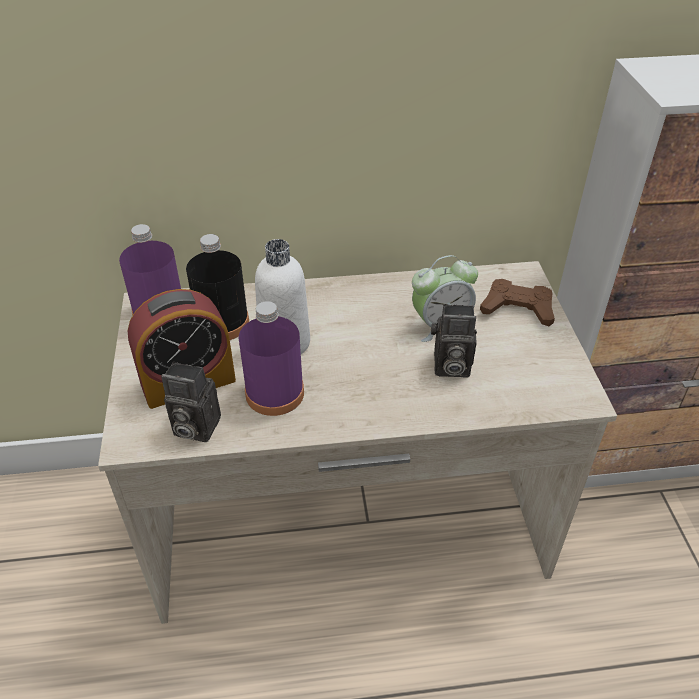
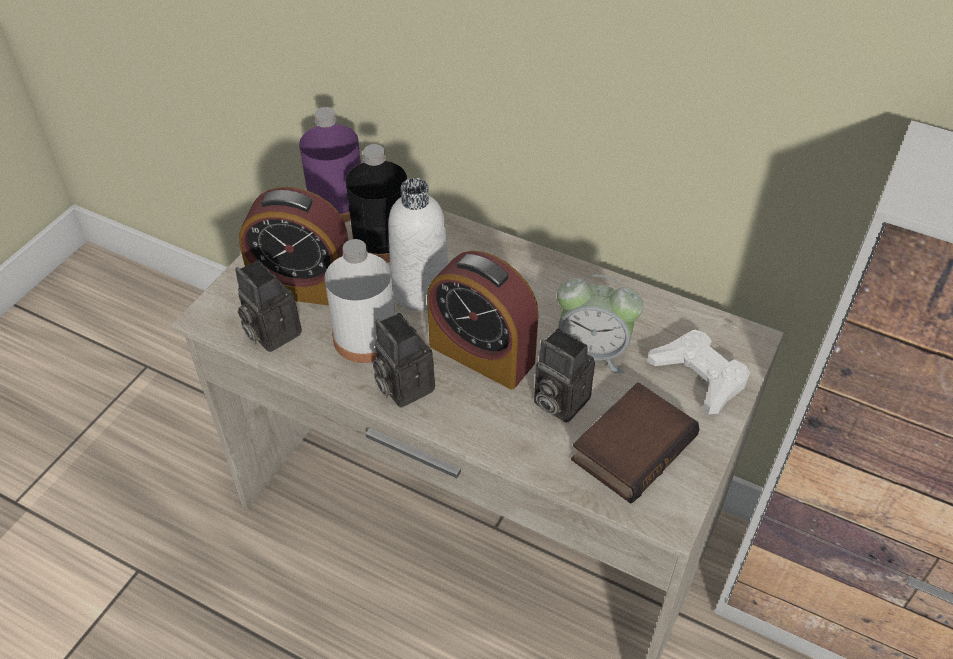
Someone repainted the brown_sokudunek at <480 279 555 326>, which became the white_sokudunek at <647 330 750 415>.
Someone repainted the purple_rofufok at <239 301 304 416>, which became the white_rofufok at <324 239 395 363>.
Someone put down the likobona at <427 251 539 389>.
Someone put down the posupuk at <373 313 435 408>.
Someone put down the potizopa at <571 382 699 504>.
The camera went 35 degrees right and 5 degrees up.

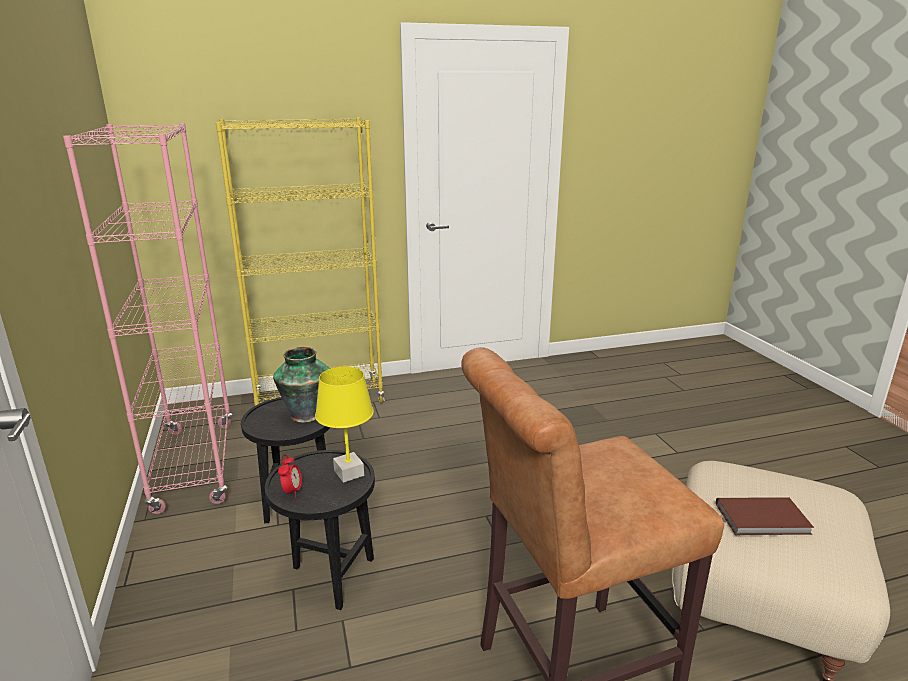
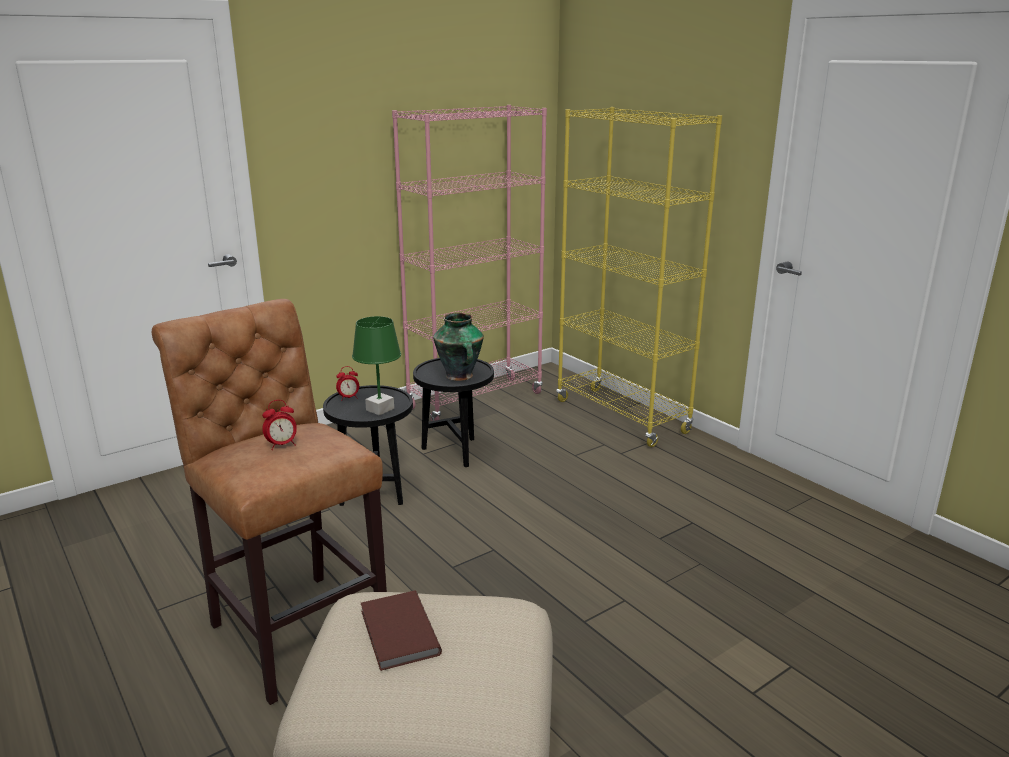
Someone repainted the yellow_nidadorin at <315 367 374 483>, which became the green_nidadorin at <352 316 401 415>.
Someone put down the likobona at <262 400 297 450>.
The camera went 70 degrees right and 0 degrees up.

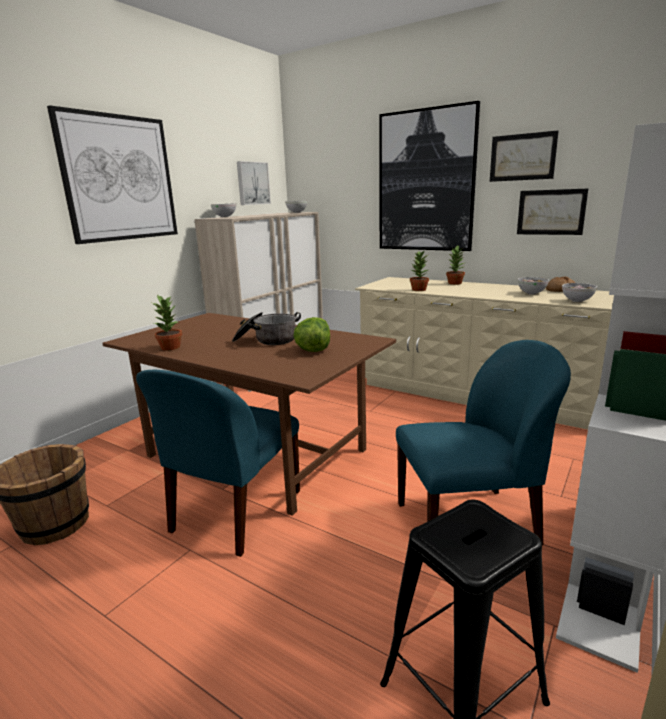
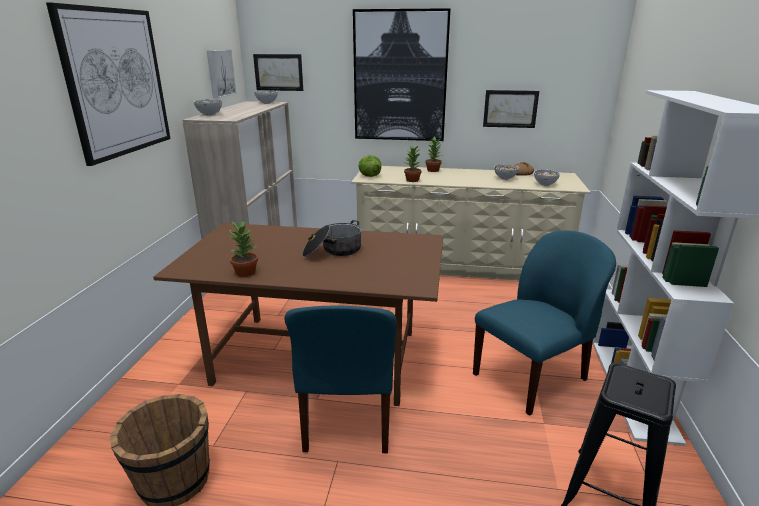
Someone carried the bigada from <490 130 559 182> to <253 54 303 91>.
Someone carried the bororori from <293 317 330 352> to <359 155 381 177>.
The camera went 25 degrees left and 5 degrees up.

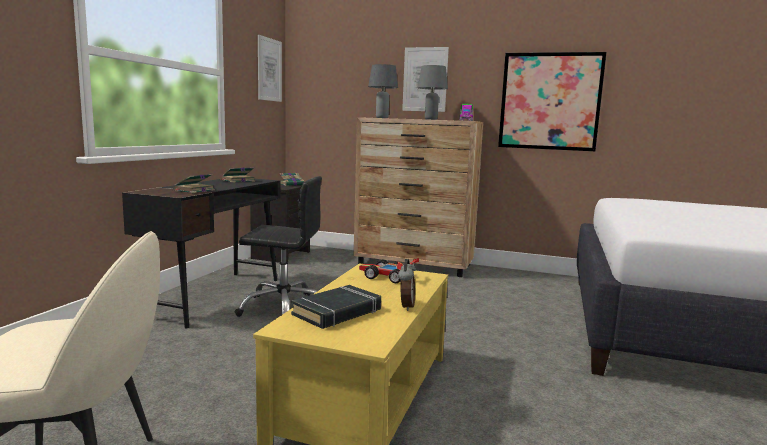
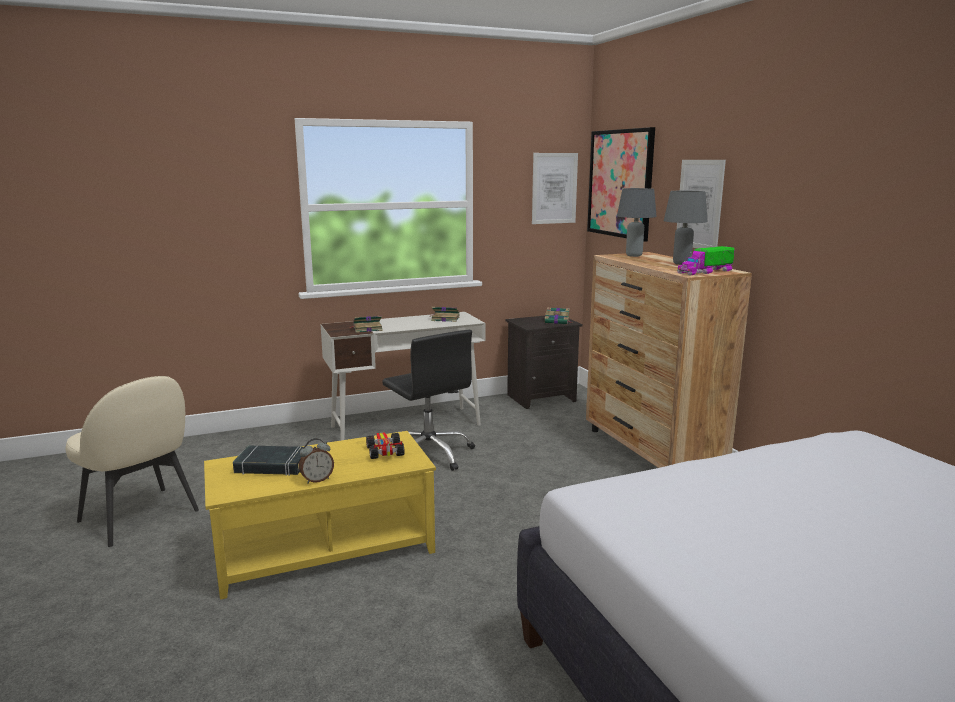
Someone carried the bigada from <498 52 607 151> to <587 127 655 242>.
Someone repainted the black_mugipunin at <122 179 281 328>, which became the white_mugipunin at <320 312 485 440>.
The camera went 50 degrees right and 5 degrees up.

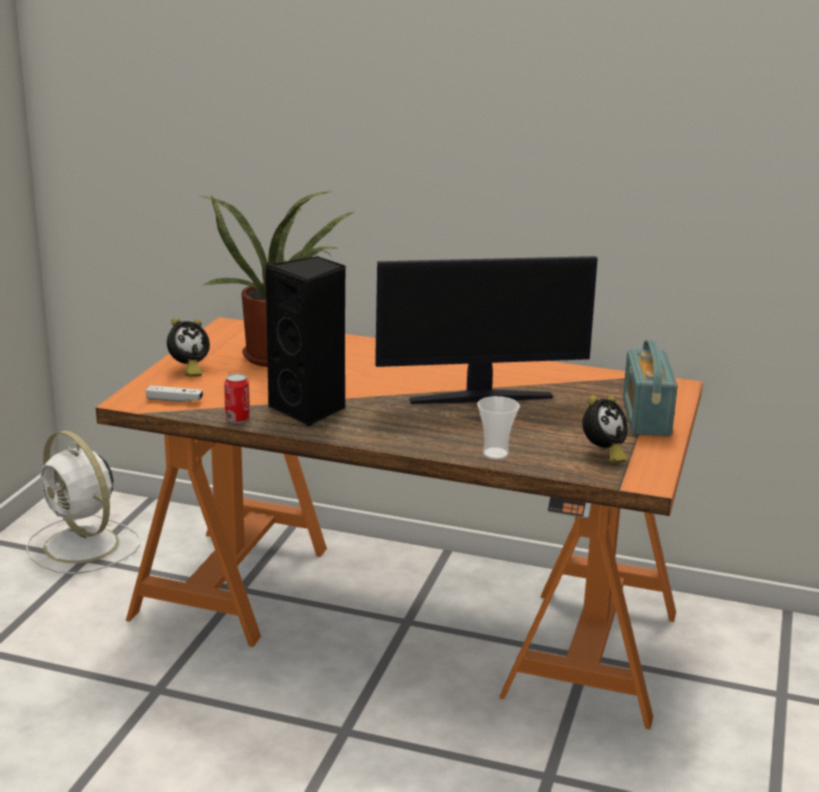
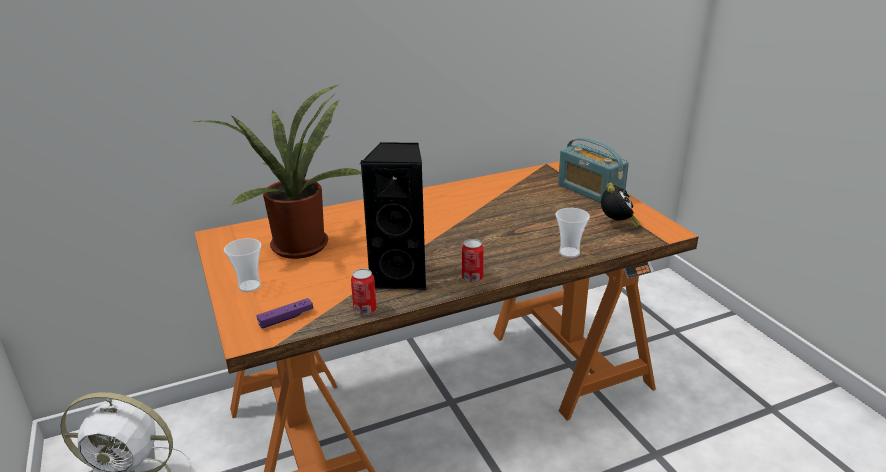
Someone took away the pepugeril at <375 256 598 404>.
Someone swapped the likobona at <167 318 210 377> for the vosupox at <224 238 261 292>.
Someone repainted the white_sokudunek at <146 386 203 402>, which became the purple_sokudunek at <257 298 313 328>.
Someone put down the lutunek at <462 239 484 283>.
The camera went 40 degrees left and 5 degrees up.

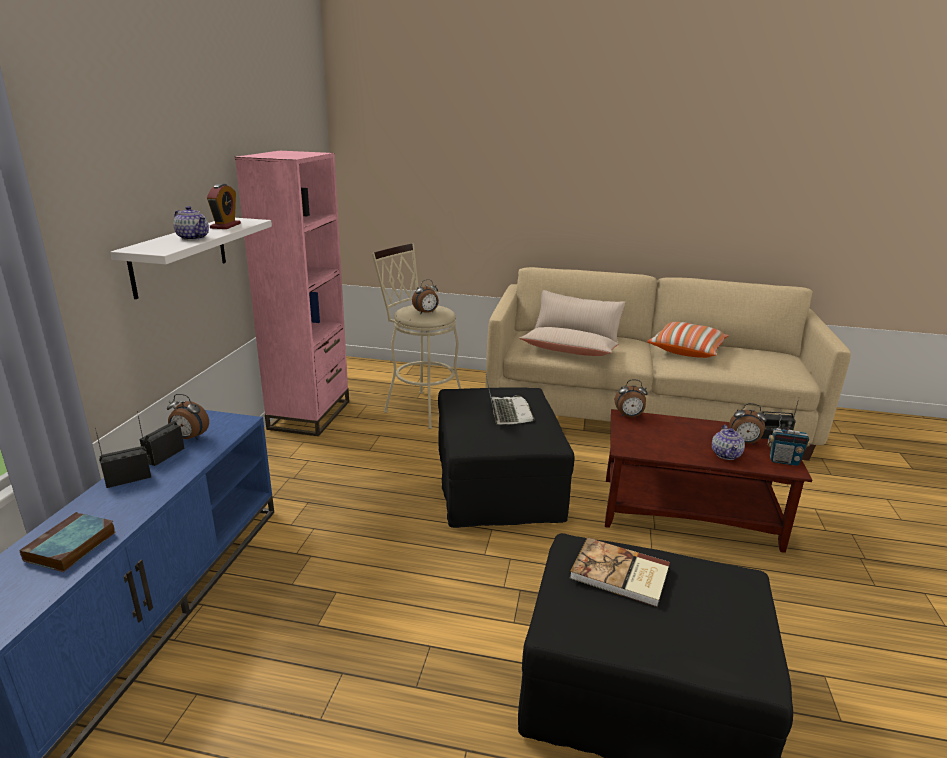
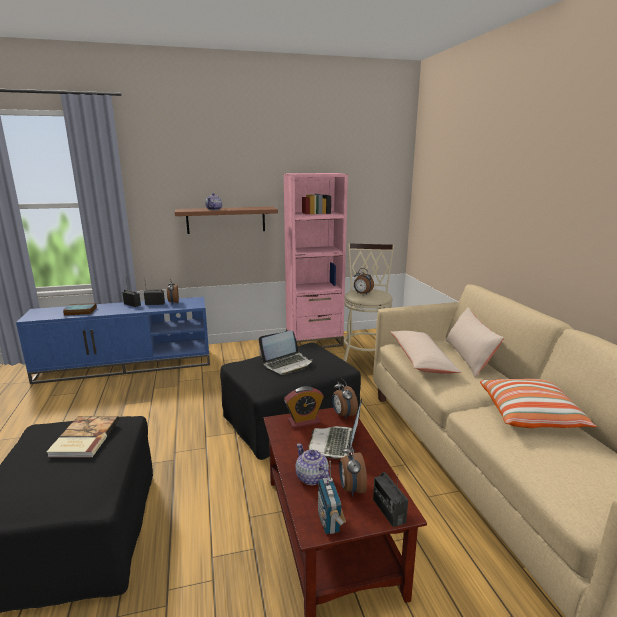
Someone carried the likobona from <207 183 241 229> to <284 386 324 428>.
Someone repainted the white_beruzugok at <110 218 272 299>, which became the brown_beruzugok at <175 207 278 234>.
Someone rotated the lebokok at <712 425 745 460> by 75 degrees clockwise.
Someone put down the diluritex at <308 398 362 459>.
The camera went 65 degrees right and 5 degrees down.

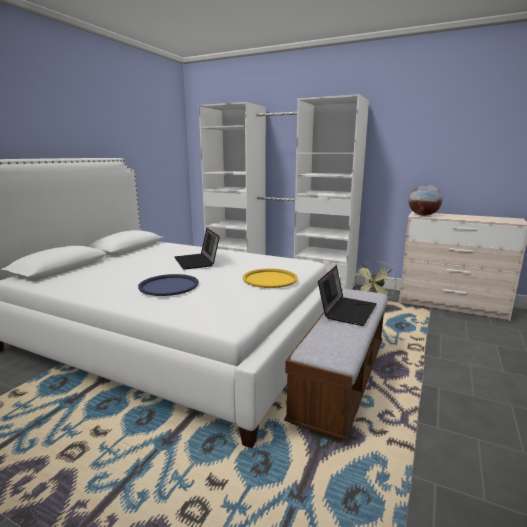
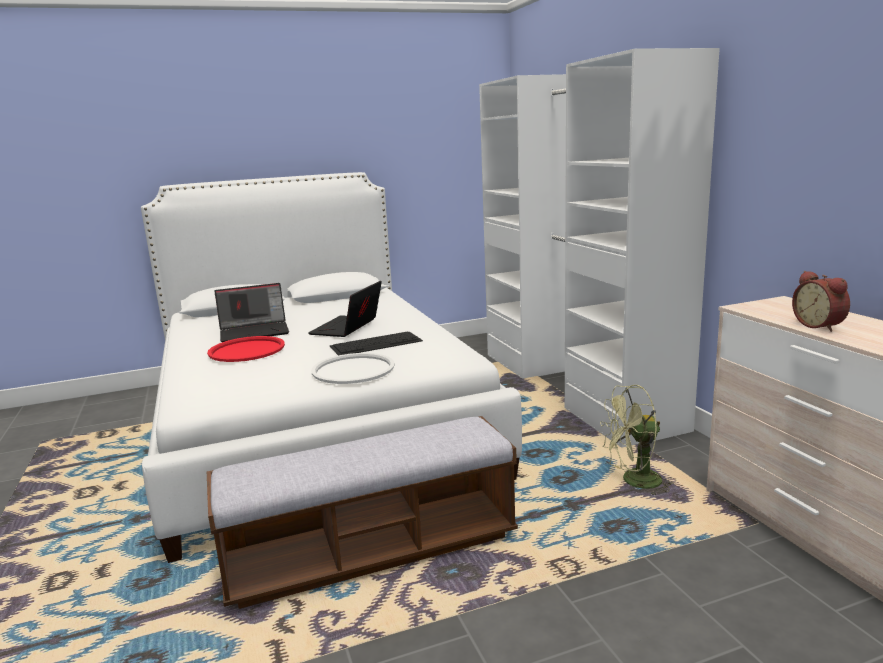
Someone took away the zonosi at <409 184 443 216>.
Someone carried the diluritex from <318 265 377 326> to <214 283 289 342>.
Someone repainted the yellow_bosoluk at <243 268 298 288>, which became the white_bosoluk at <311 353 395 384>.
Someone repainted the blue_bosoluk at <138 274 199 296>, which became the red_bosoluk at <207 336 285 362>.
Someone put down the likobona at <792 271 850 332>.
Someone put down the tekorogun at <329 331 423 355>.
The camera went 45 degrees right and 0 degrees up.

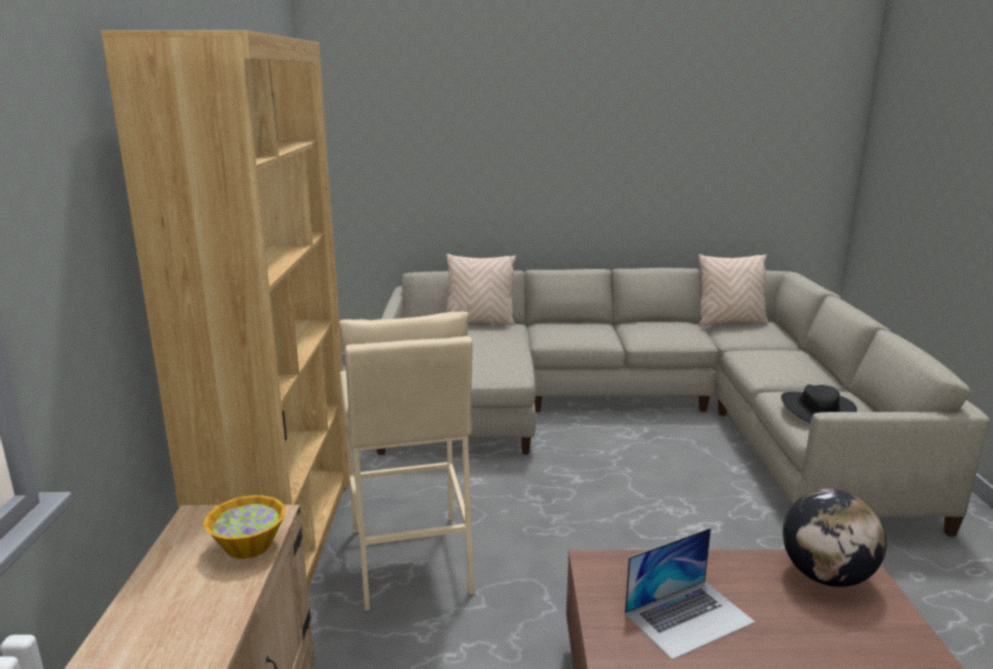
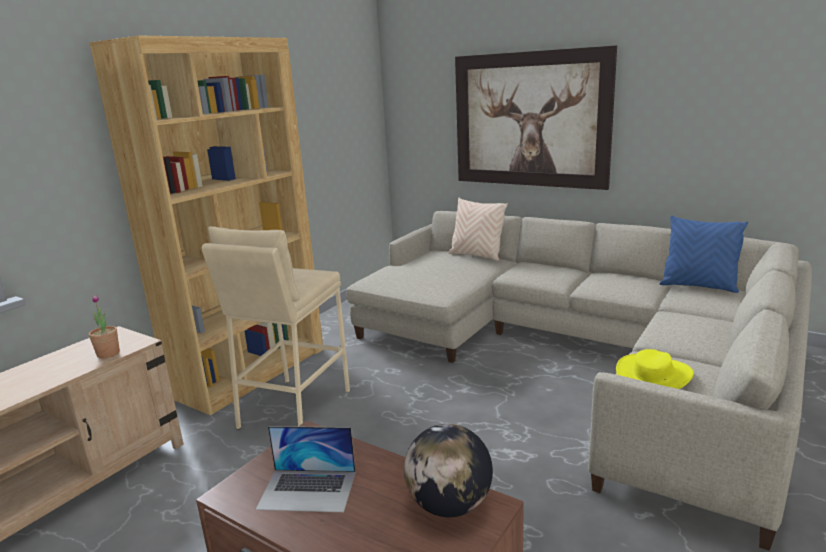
Someone repainted the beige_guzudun at <698 254 769 326>, which became the blue_guzudun at <660 215 748 293>.
Someone repainted the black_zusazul at <781 384 857 423>, which became the yellow_zusazul at <616 349 694 389>.
Someone swapped the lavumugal at <203 495 286 559> for the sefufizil at <89 295 120 358>.
Someone put up the bigada at <455 46 617 190>.
The camera went 35 degrees right and 0 degrees up.

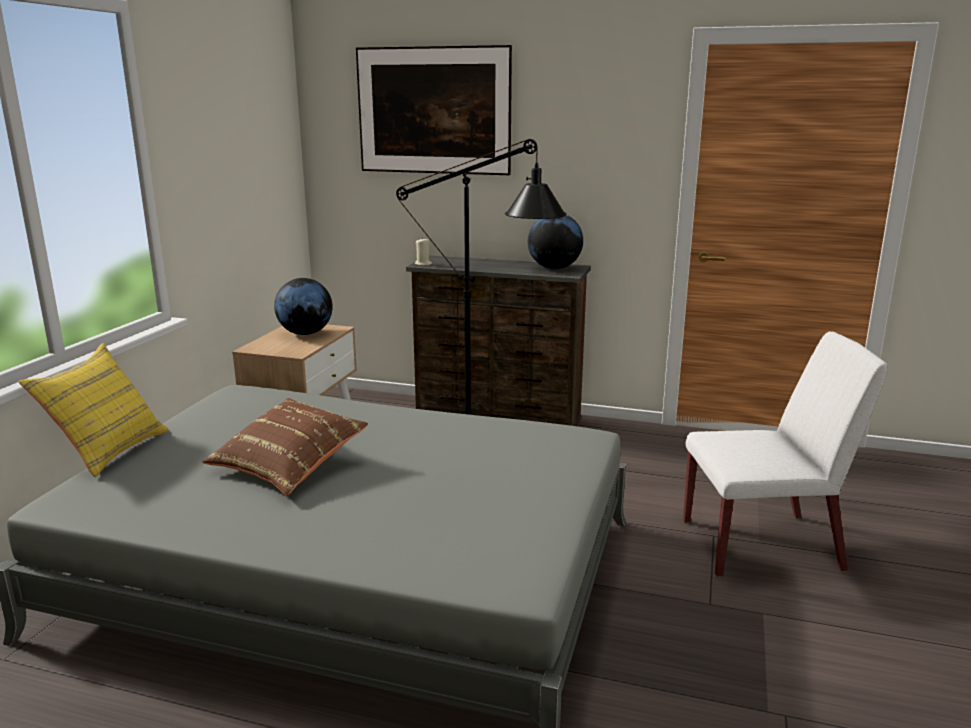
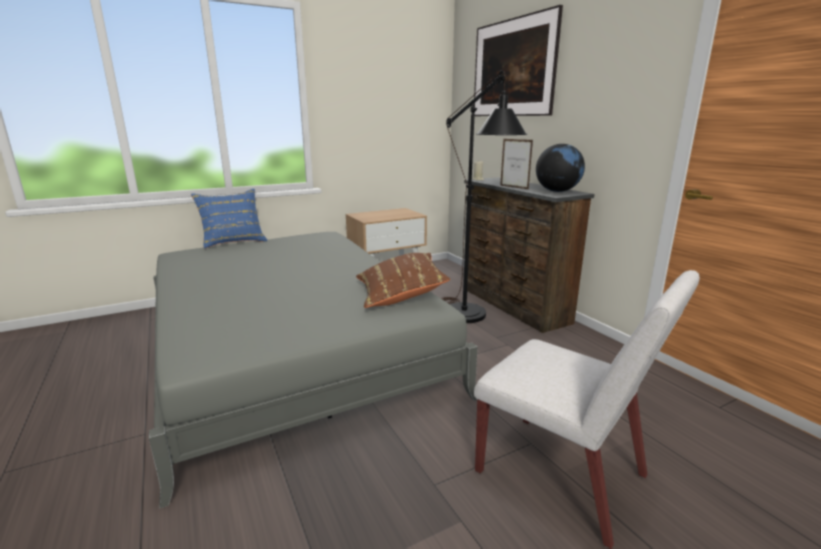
Someone took away the zonosi at <274 278 333 335>.
Someone repainted the yellow_guzudun at <18 343 169 477>, which became the blue_guzudun at <191 189 268 249>.
Someone carried the brown_guzudun from <202 398 368 495> to <356 253 450 308>.
Someone put down the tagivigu at <500 139 533 189>.
The camera went 45 degrees right and 0 degrees up.

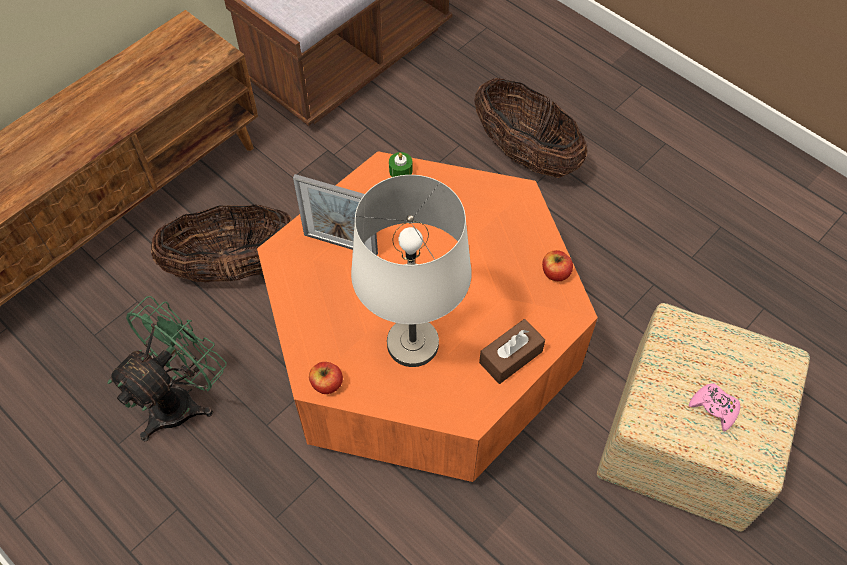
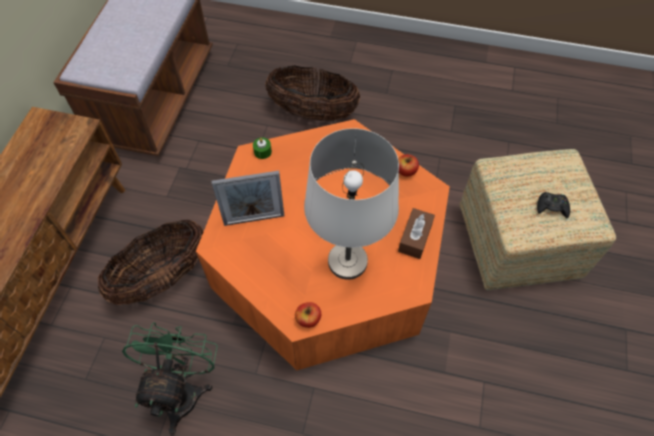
Someone repainted the pink_sokudunek at <689 383 740 431>, which became the black_sokudunek at <537 192 570 218>.
The camera went 30 degrees left and 0 degrees up.

